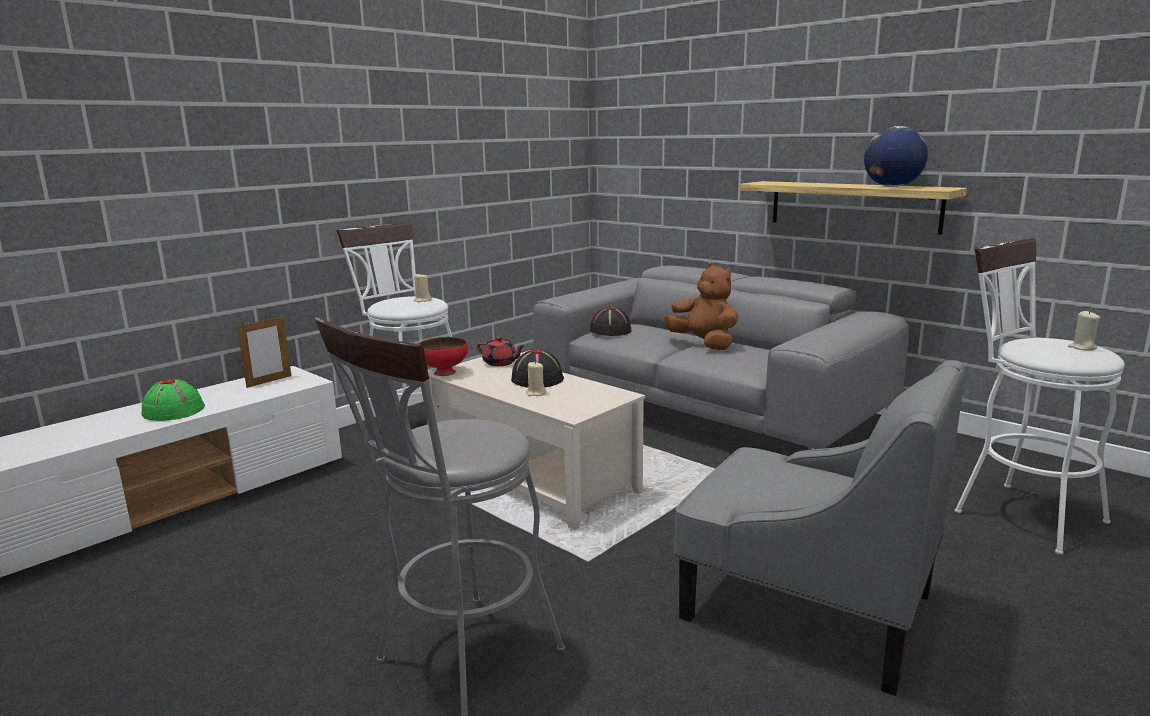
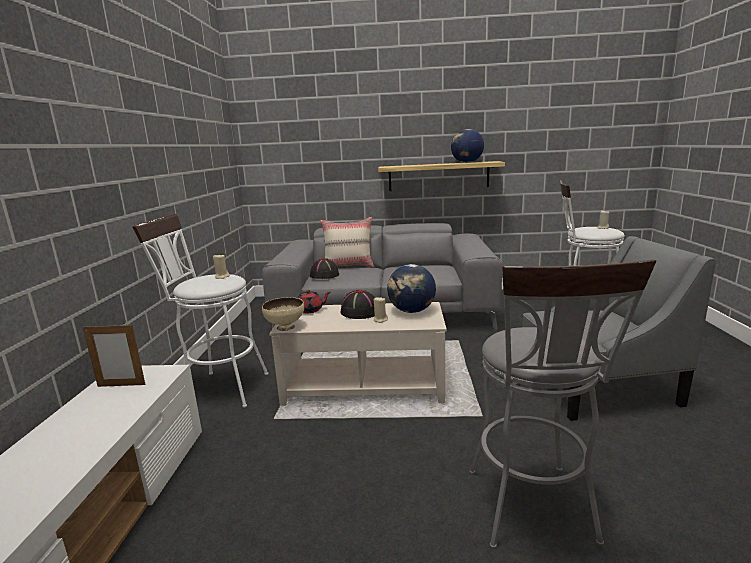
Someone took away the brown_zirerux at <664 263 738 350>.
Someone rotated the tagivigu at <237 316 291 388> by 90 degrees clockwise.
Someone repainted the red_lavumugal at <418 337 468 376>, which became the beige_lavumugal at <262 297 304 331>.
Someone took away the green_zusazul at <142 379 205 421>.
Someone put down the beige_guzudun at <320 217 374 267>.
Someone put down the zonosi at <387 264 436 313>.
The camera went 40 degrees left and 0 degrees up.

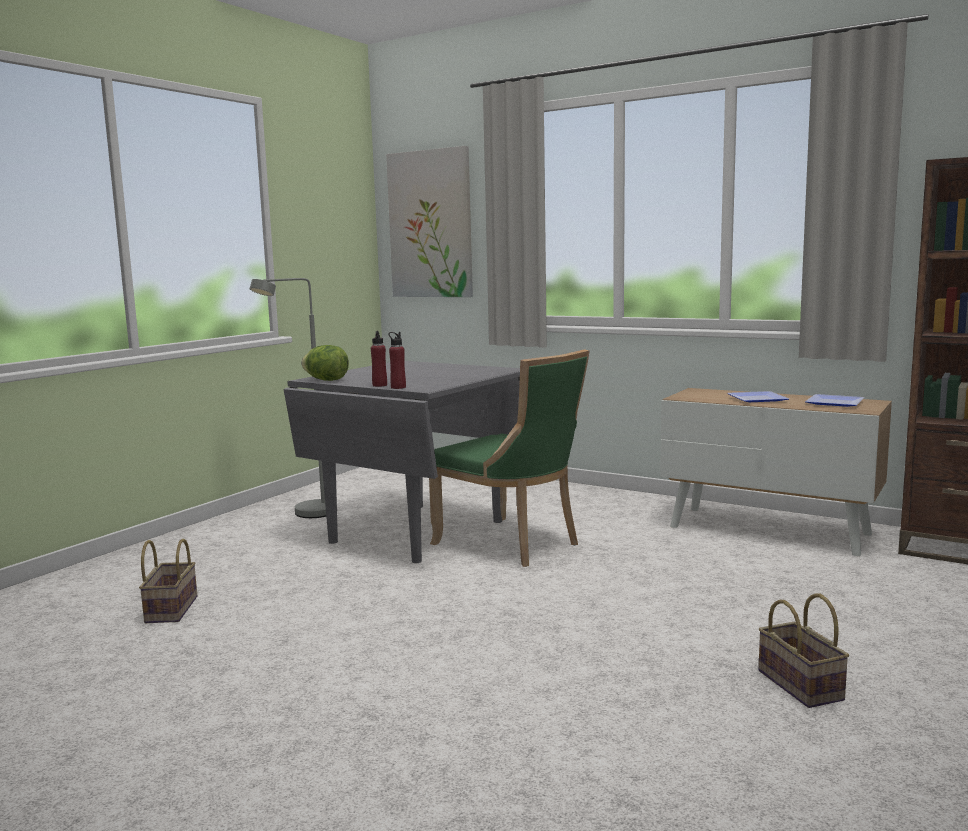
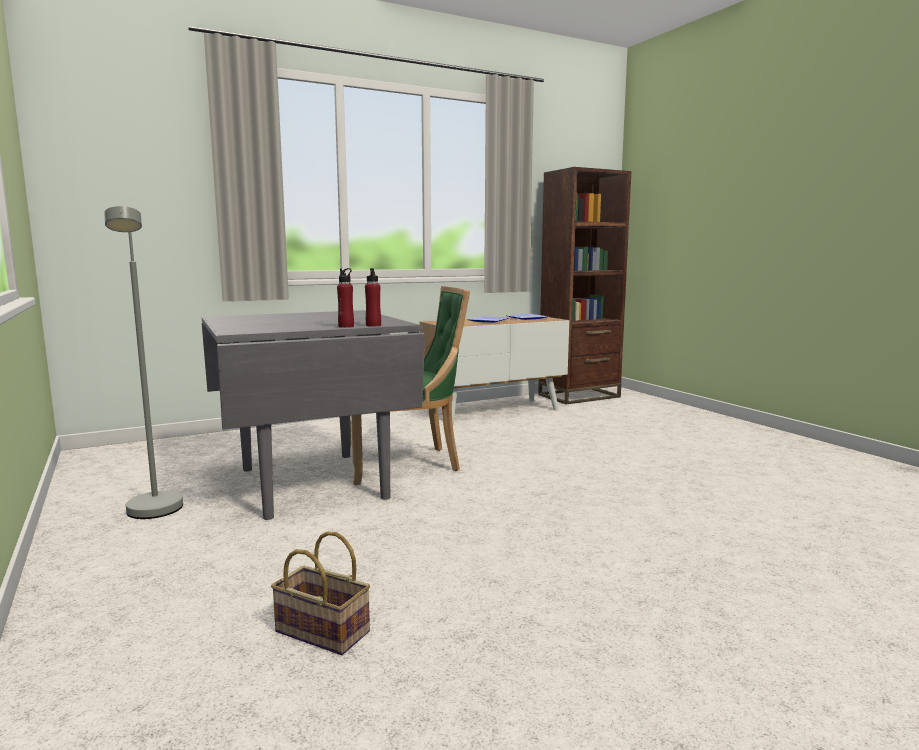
Someone took away the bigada at <386 146 473 297>.
Someone took away the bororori at <301 345 349 381>.
Someone took away the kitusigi at <759 593 849 708>.
The camera went 60 degrees left and 0 degrees up.

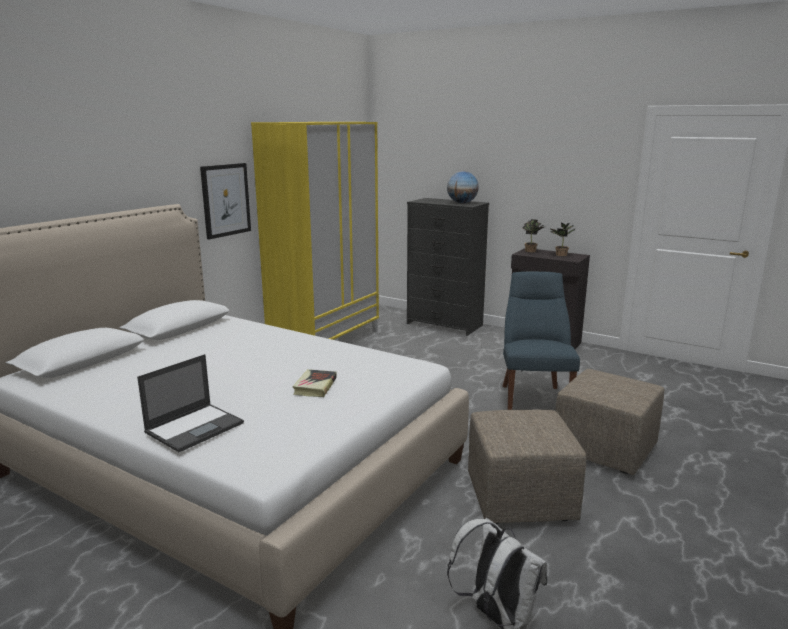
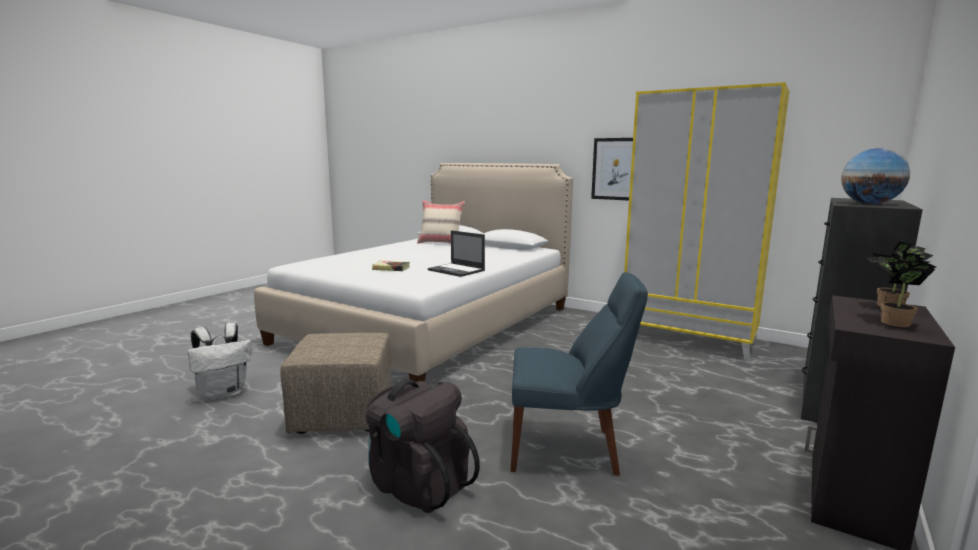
Someone carried the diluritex from <137 354 244 452> to <428 230 485 277>.
Someone swapped the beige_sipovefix at <556 369 664 475> for the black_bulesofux at <366 379 480 513>.
Someone put down the beige_guzudun at <417 200 465 243>.
The camera went 90 degrees right and 5 degrees down.

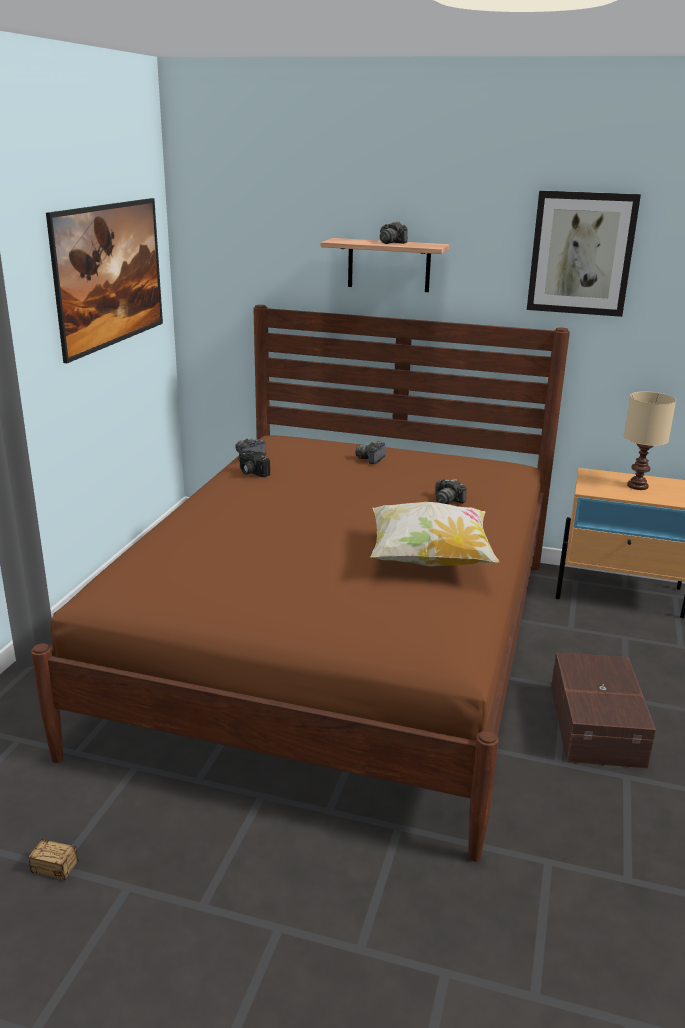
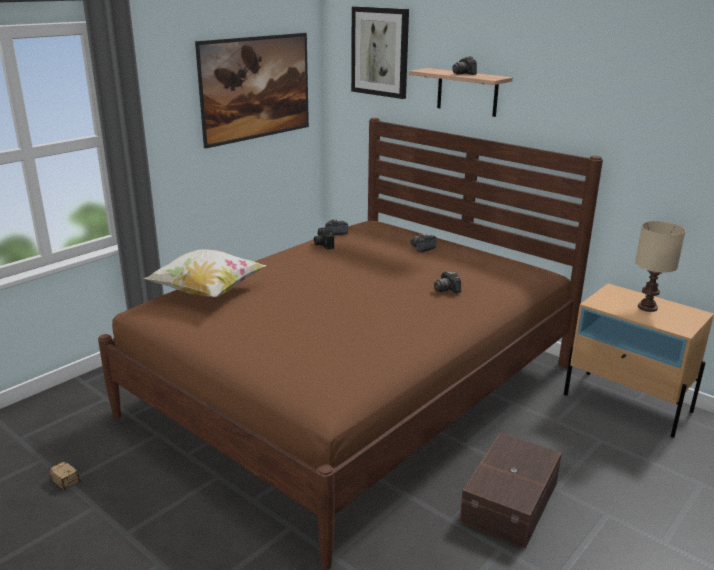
Someone carried the bigada from <527 190 641 317> to <351 6 409 99>.
Someone carried the guzudun from <371 502 499 567> to <143 250 267 297>.
The camera went 25 degrees right and 0 degrees up.

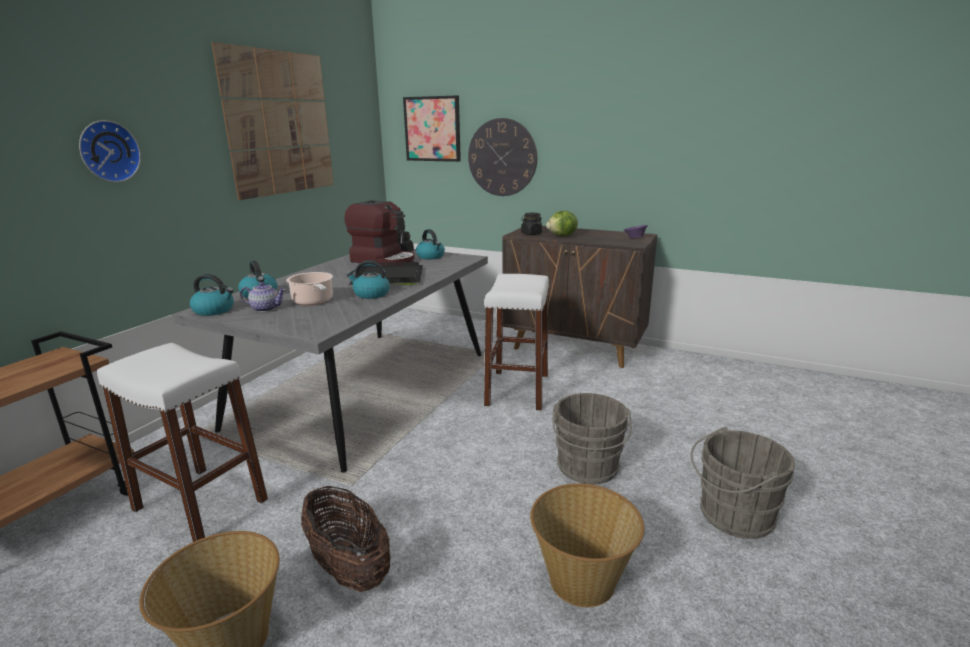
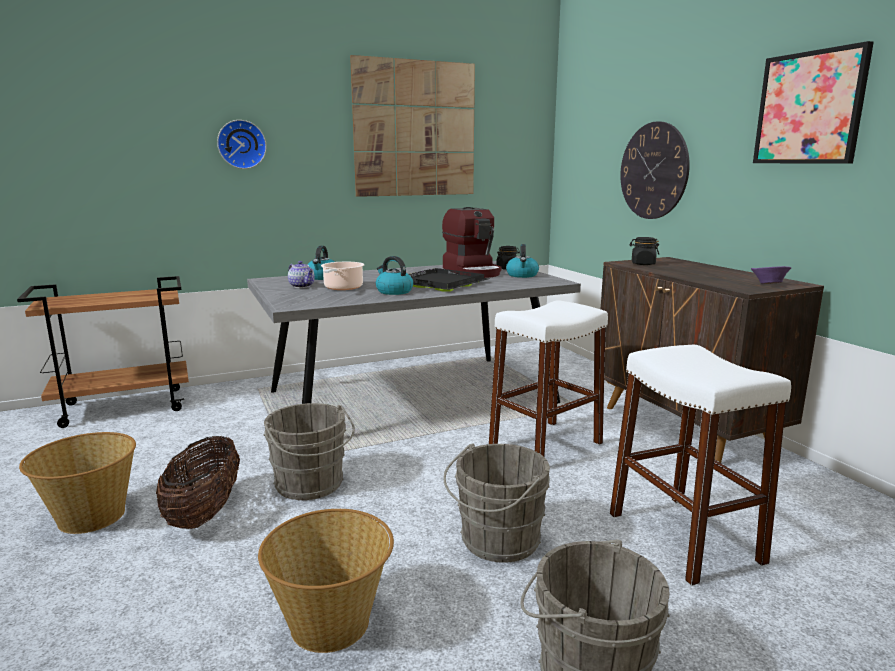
Someone carried the bigada from <403 95 461 162> to <753 41 874 163>.
Someone took away the bororori at <546 211 578 236>.
Someone took away the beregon at <190 274 234 316>.
Someone carried the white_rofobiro from <97 343 268 542> to <610 345 791 586>.
Someone put down the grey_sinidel at <264 403 355 500>.
The camera went 40 degrees right and 5 degrees down.

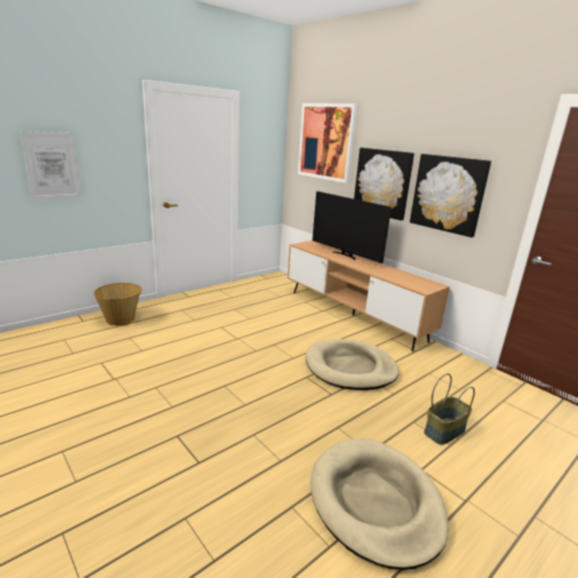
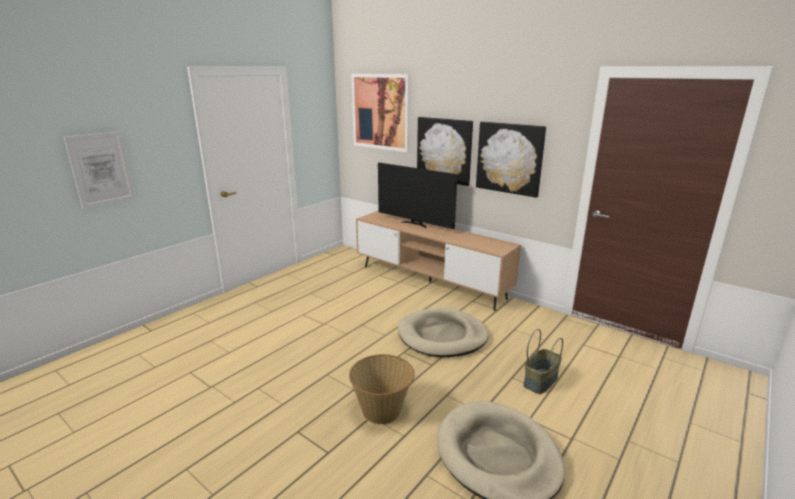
Someone carried the kitusigi from <94 283 142 326> to <349 354 415 424>.
The camera went 10 degrees left and 0 degrees up.

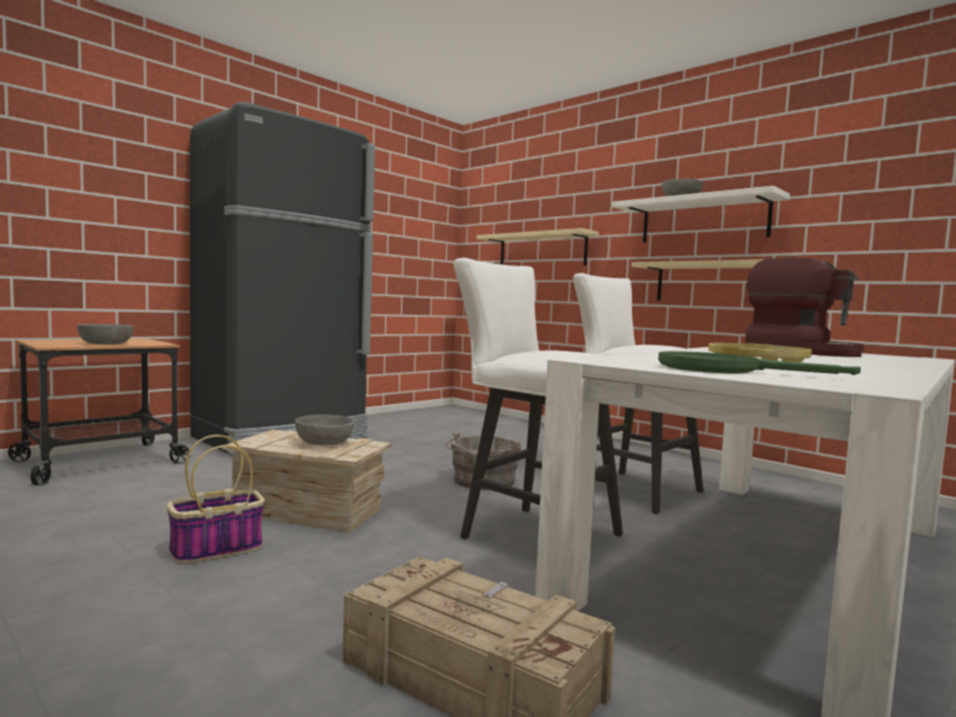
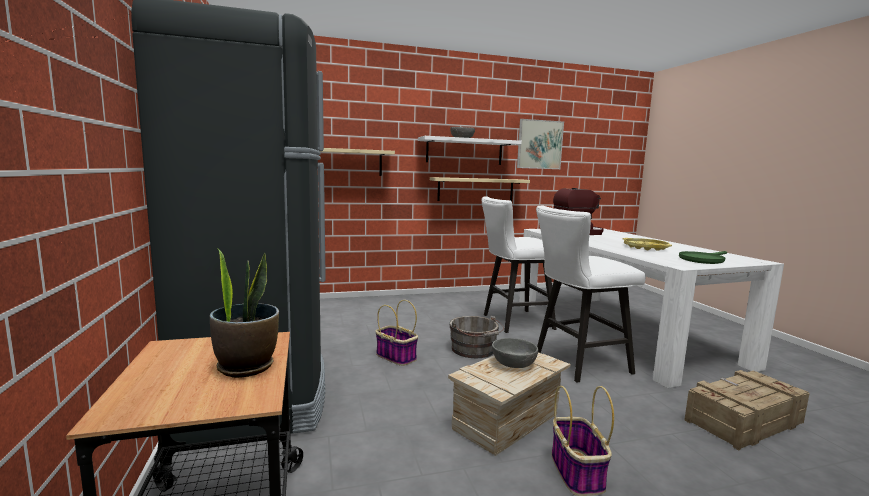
Someone swapped the grey_lavumugal at <77 324 134 345> for the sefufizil at <210 248 279 378>.
Someone put up the bigada at <517 119 564 169>.
Someone put down the kitusigi at <375 300 418 366>.
The camera went 60 degrees left and 5 degrees up.

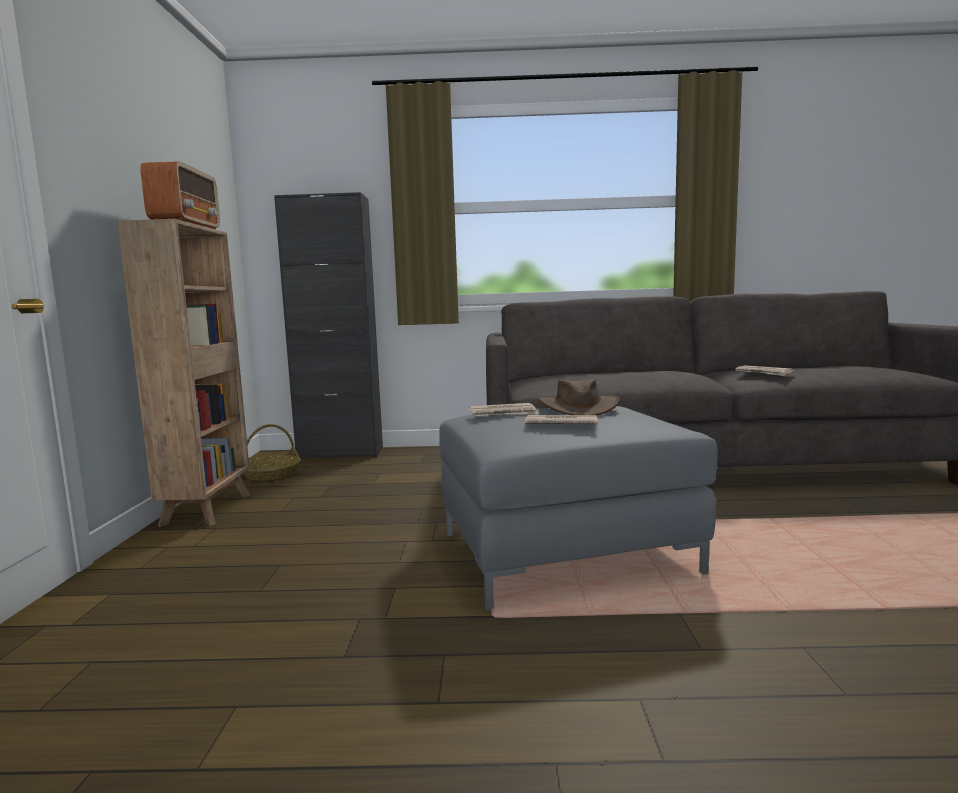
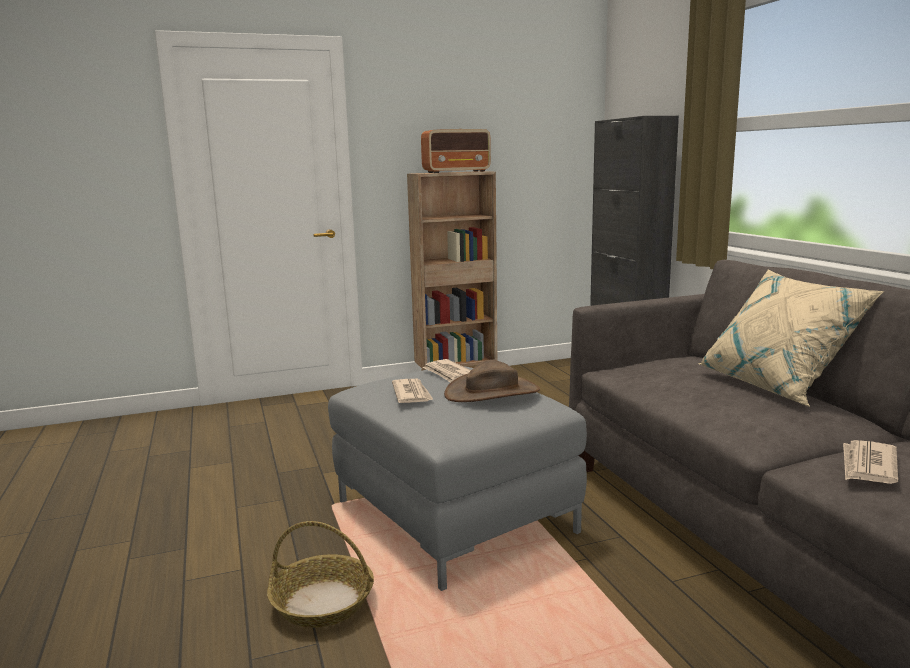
Someone carried the kitusigi from <243 424 301 481> to <267 521 374 628>.
Someone put down the beige_guzudun at <698 270 884 407>.
The camera went 70 degrees right and 5 degrees up.

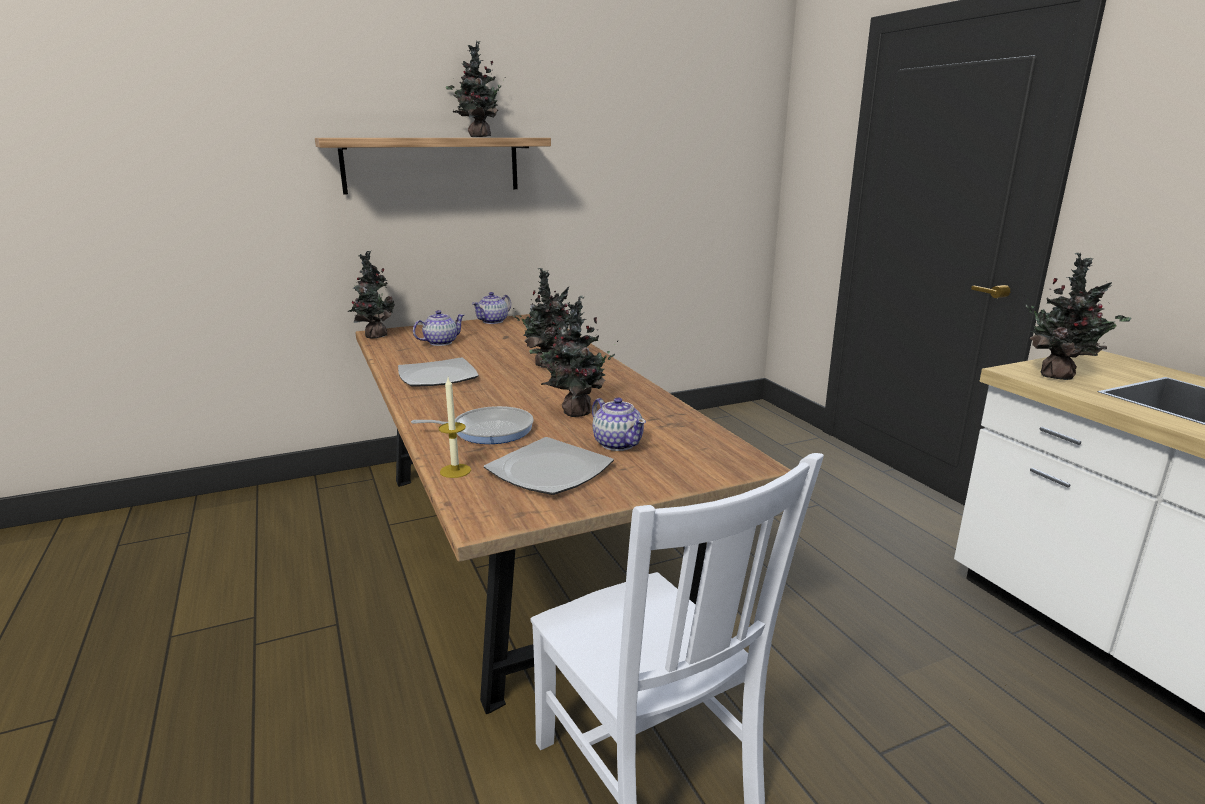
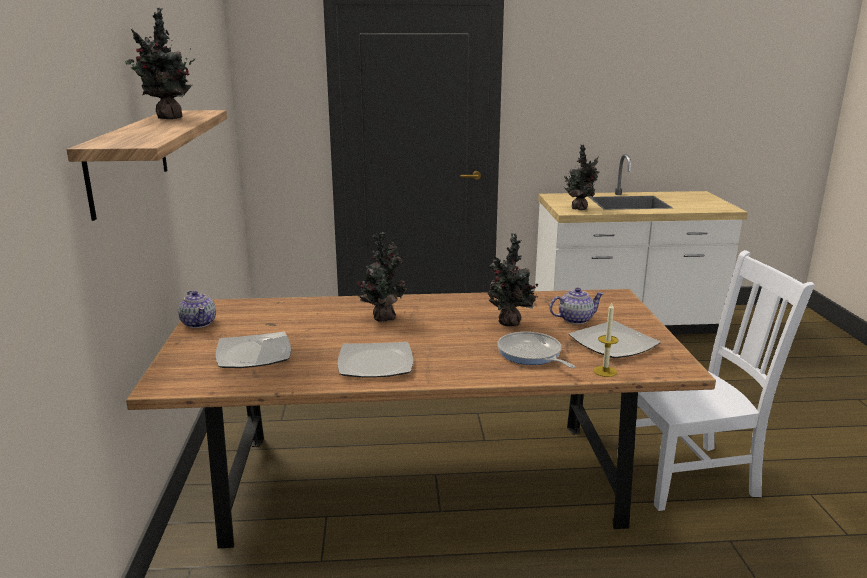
Someone took away the sefufizil at <347 251 395 339>.
Someone swapped the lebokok at <413 310 464 346> for the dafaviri at <216 332 291 368>.
Someone rotated the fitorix at <411 406 534 444> by 45 degrees counterclockwise.
The camera went 70 degrees left and 0 degrees up.

